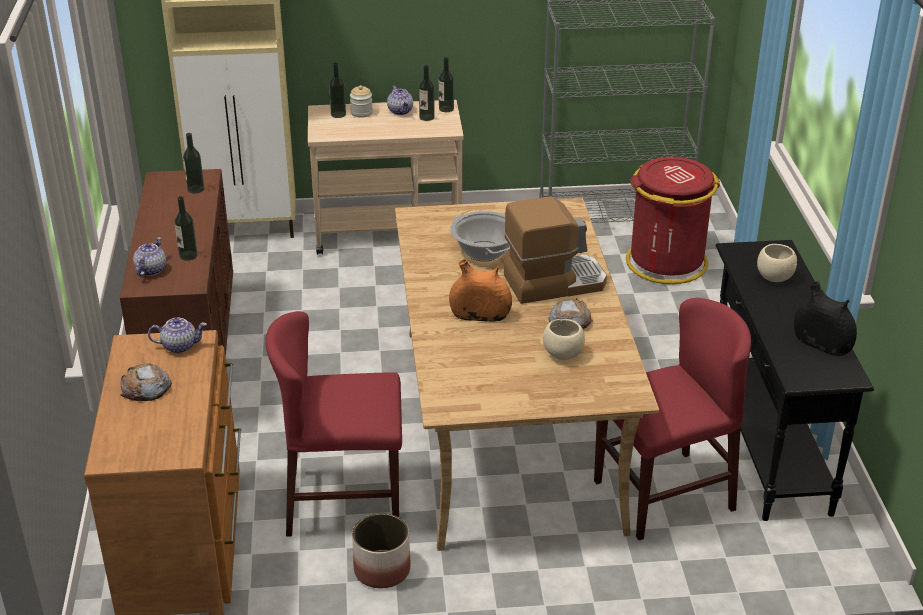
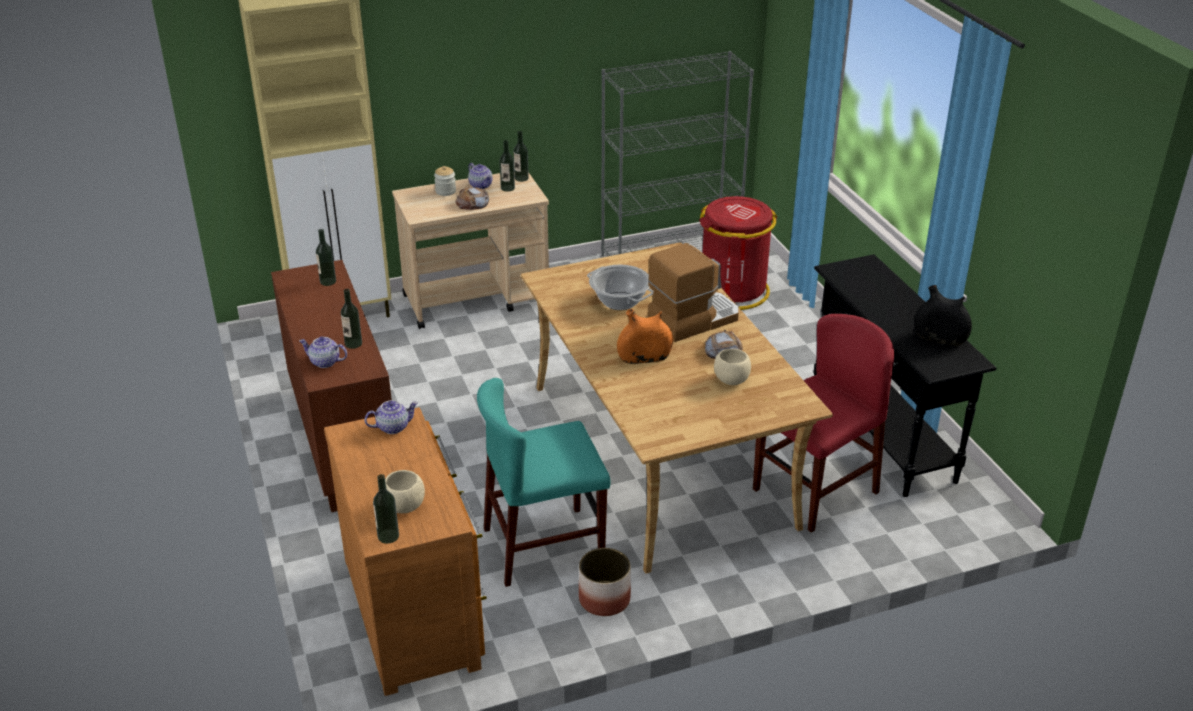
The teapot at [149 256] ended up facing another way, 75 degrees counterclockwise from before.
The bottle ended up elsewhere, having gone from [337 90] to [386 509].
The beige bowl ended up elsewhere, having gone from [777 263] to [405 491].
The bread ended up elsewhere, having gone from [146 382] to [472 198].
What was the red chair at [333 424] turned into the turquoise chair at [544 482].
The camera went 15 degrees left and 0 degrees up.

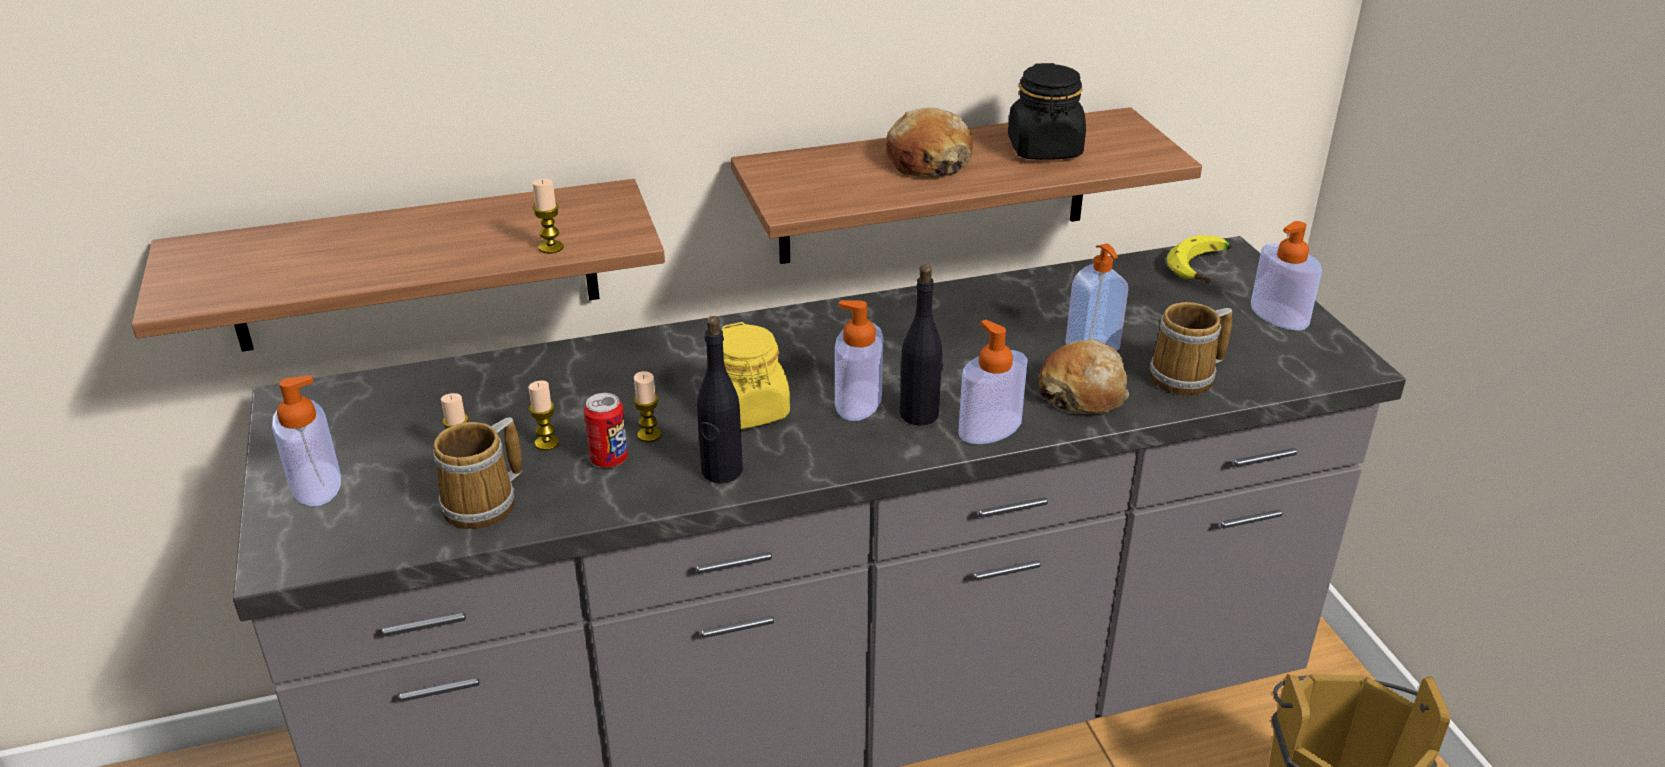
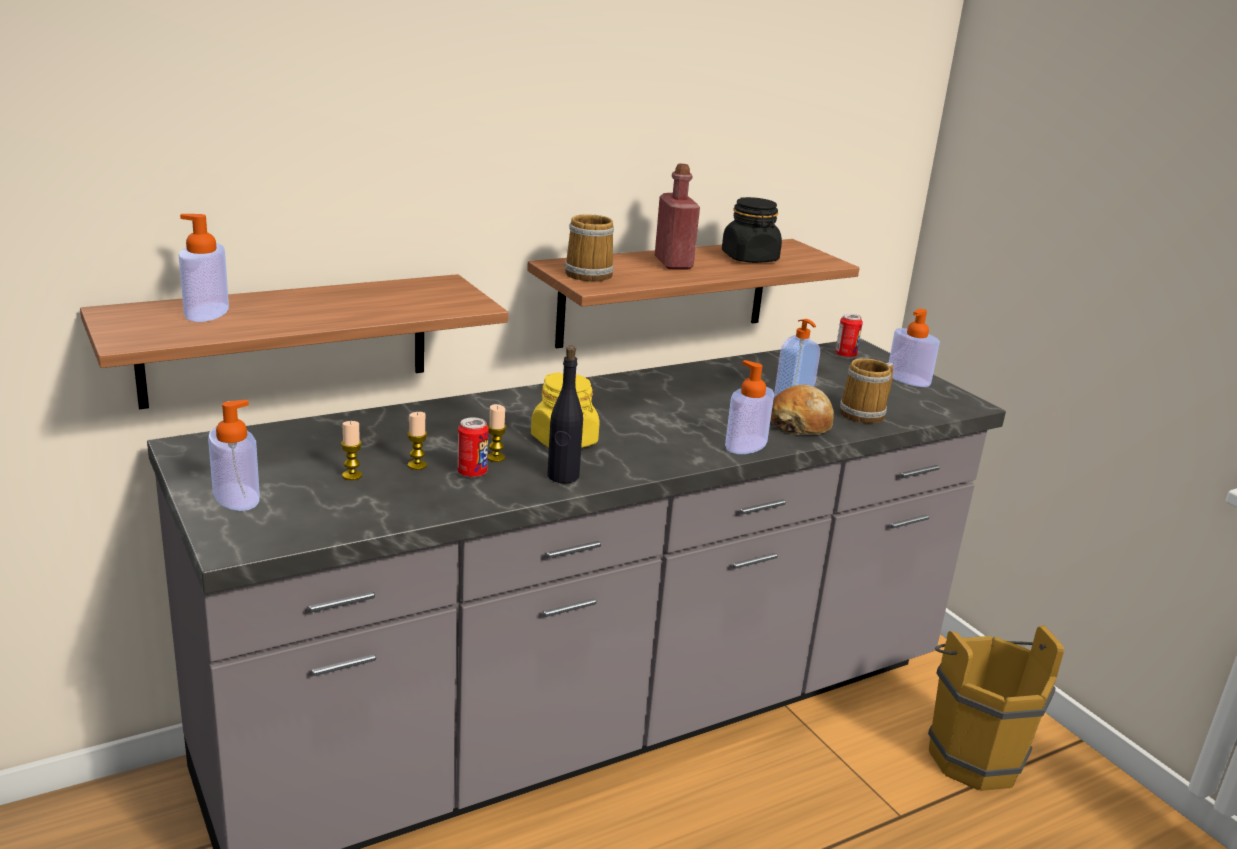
The soap dispenser ended up elsewhere, having gone from [859 360] to [204 268].
The mug ended up elsewhere, having gone from [477 473] to [589 248].
Where the bread stood at [929 142], the red bottle came to stand at [677 217].
Where the banana stood at [1199 259], the can came to stand at [849 336].
The second view lost the candle at [548 216].
The second view lost the black bottle at [921 345].
The camera went 15 degrees left and 10 degrees down.

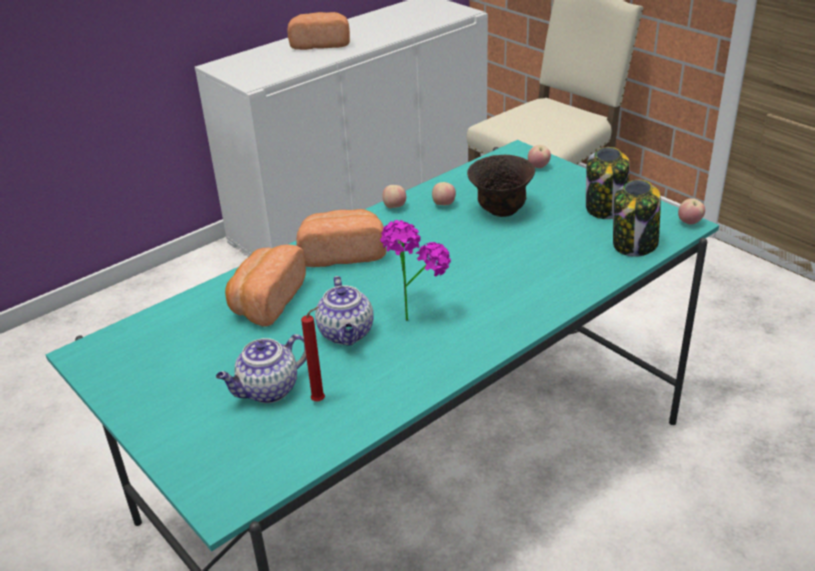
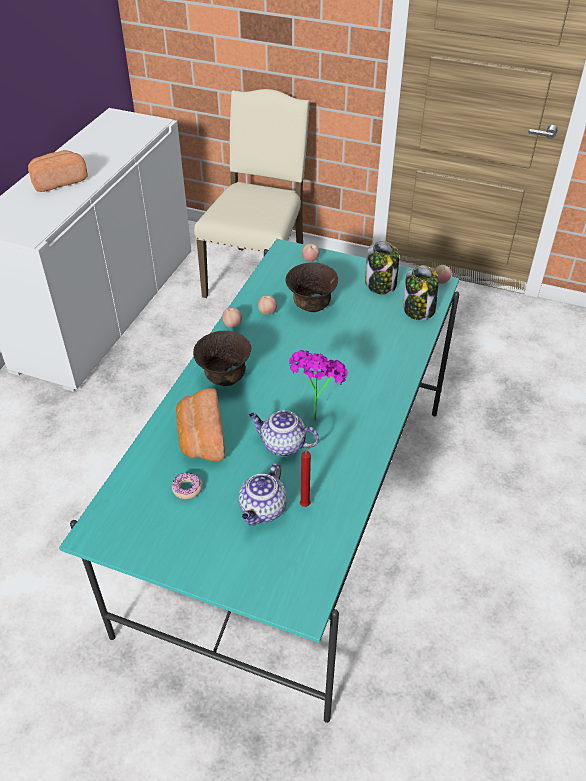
The second view gained the donut at [187 486].
Where the bread stood at [341 238], the brown bowl came to stand at [222 358].
The teapot at [344 311] ended up facing another way, 150 degrees clockwise from before.
The camera went 30 degrees left and 10 degrees up.

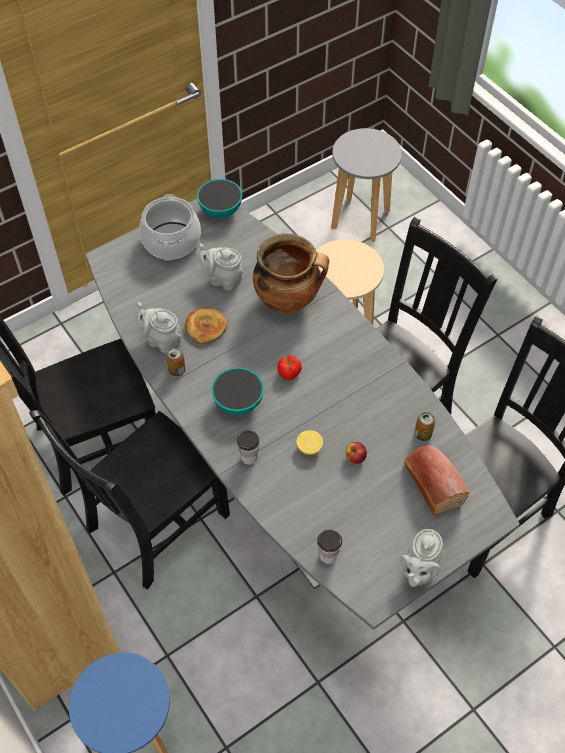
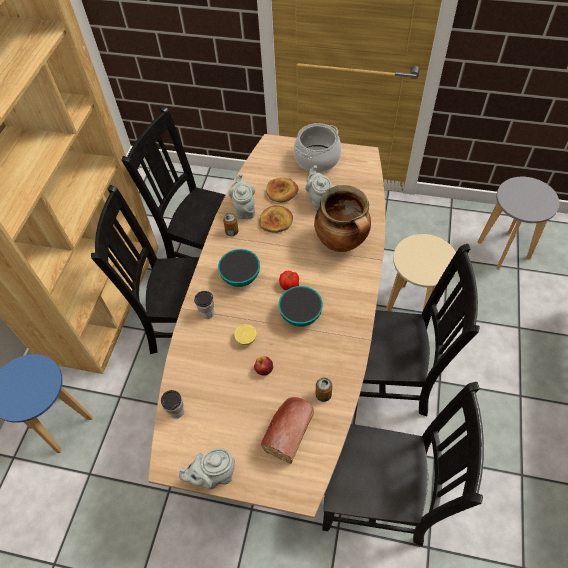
What was the grey dining table at [303 414] turned into the brown dining table at [267 326].
The second view gained the bread at [282 190].
The bowl ended up elsewhere, having gone from [219 198] to [301 306].
The camera went 50 degrees right and 0 degrees up.

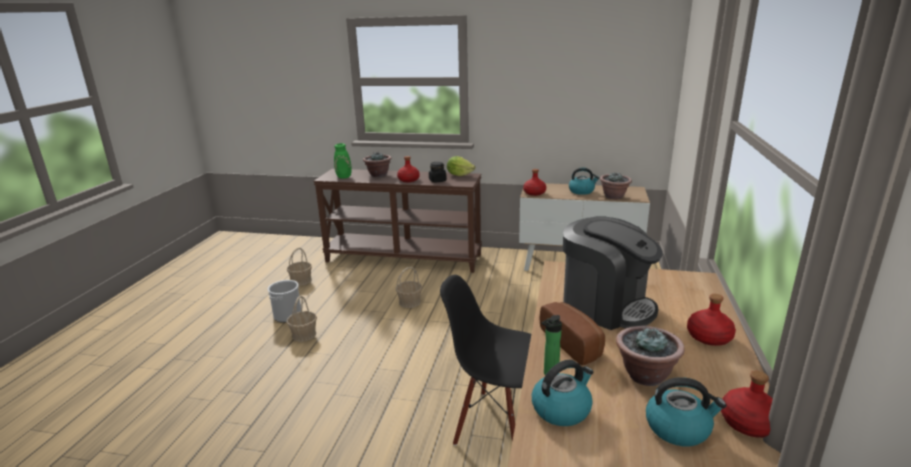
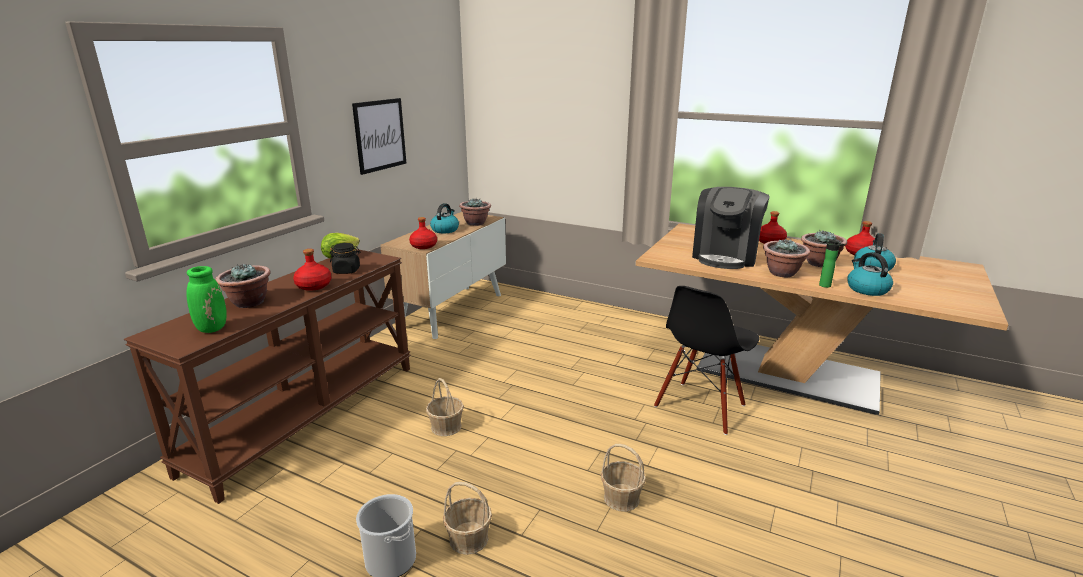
The second view gained the picture at [379 136].
The basket ended up elsewhere, having gone from [299 267] to [623 478].
The coffee machine at [613 273] ended up facing another way, 150 degrees clockwise from before.
Where the bread stood at [572 333], the potted plant came to stand at [786 258].
The camera went 75 degrees left and 0 degrees up.

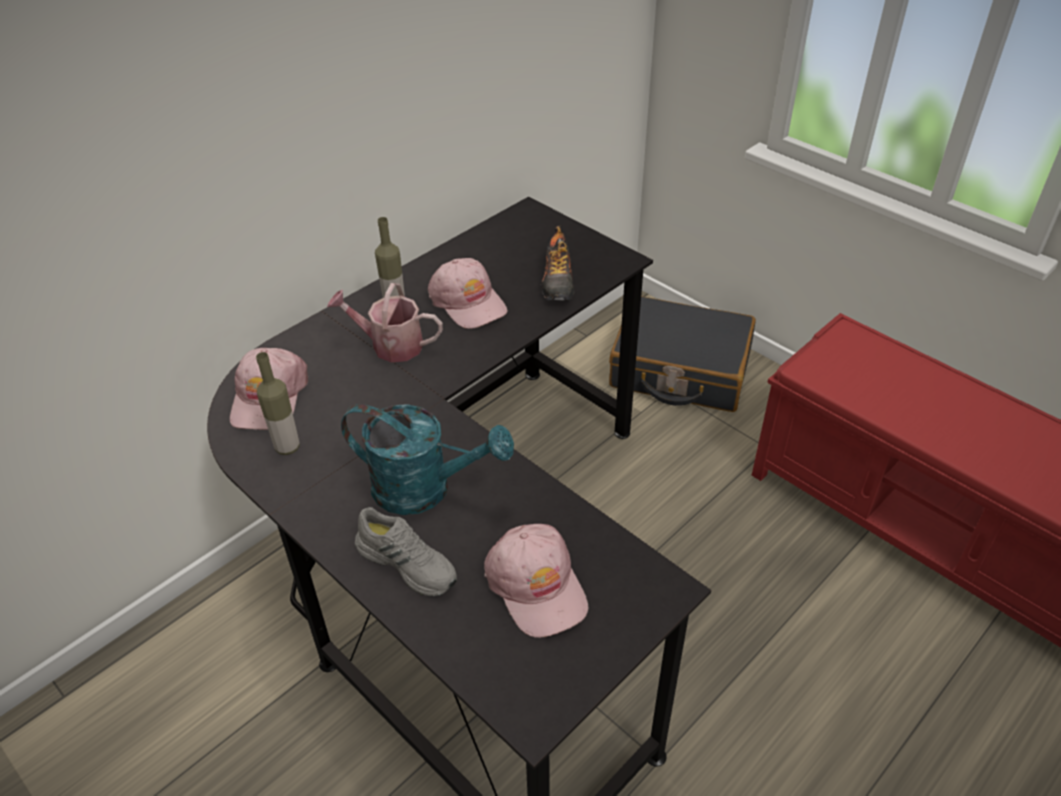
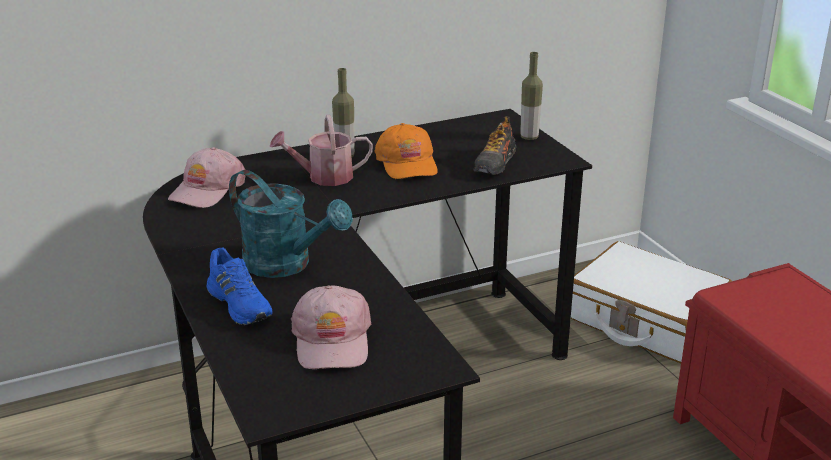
What was the grey shoe at [406 552] turned into the blue shoe at [239 286].
The watering can at [385 322] ended up facing another way, 45 degrees counterclockwise from before.
What was the pink cap at [467 293] turned into the orange cap at [406 151].
The bottle ended up elsewhere, having gone from [278 403] to [531 96].
What was the black suitcase at [682 354] turned into the white suitcase at [651 302].
The camera went 20 degrees right and 15 degrees down.

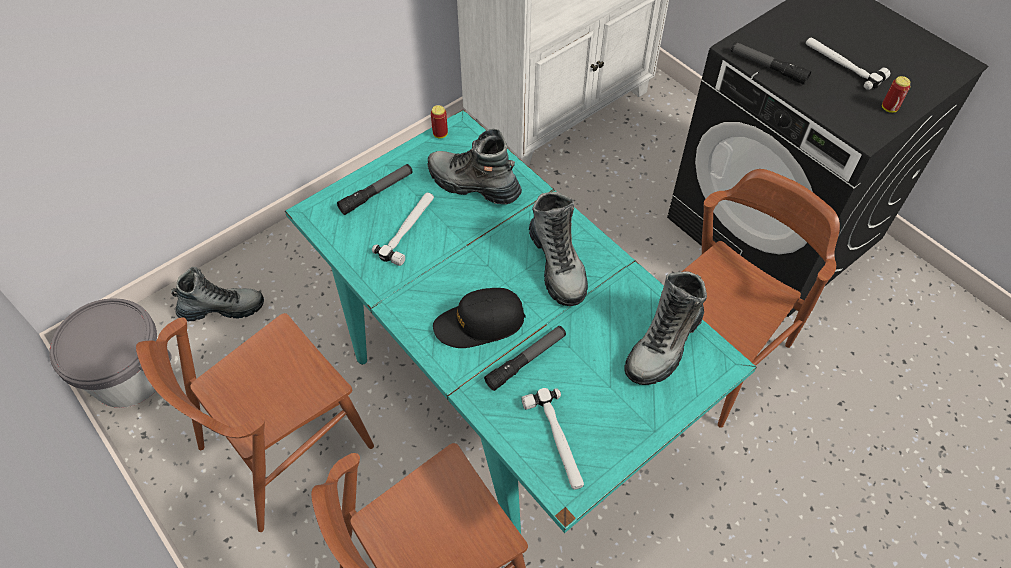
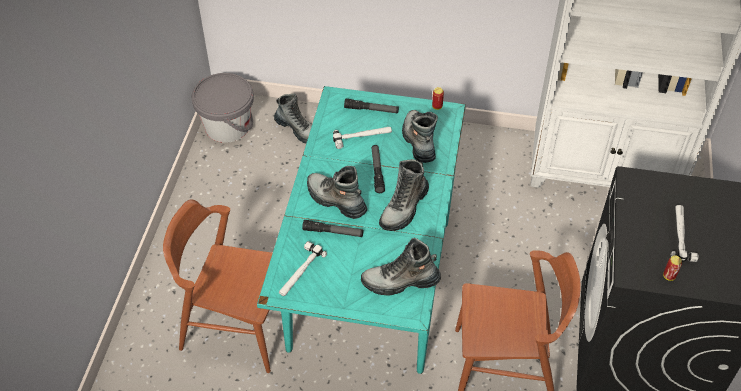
Where the black cap stood at [479 318], the boot came to stand at [337 192].
The flashlight ended up elsewhere, having gone from [771 63] to [378 169].
The second view lost the brown chair at [255 422].
The camera went 50 degrees right and 5 degrees down.

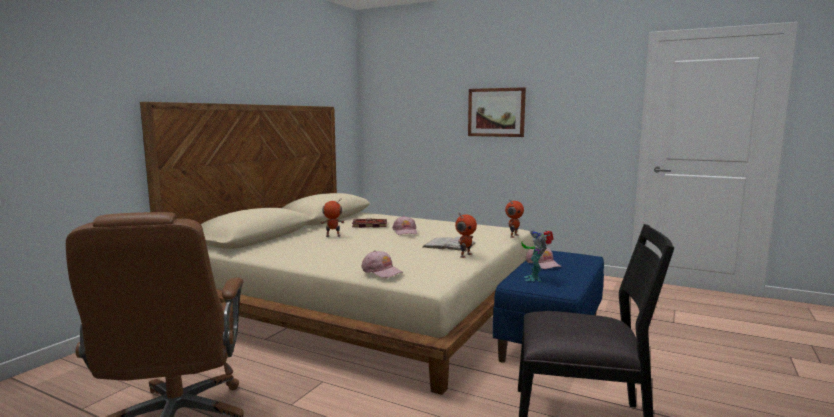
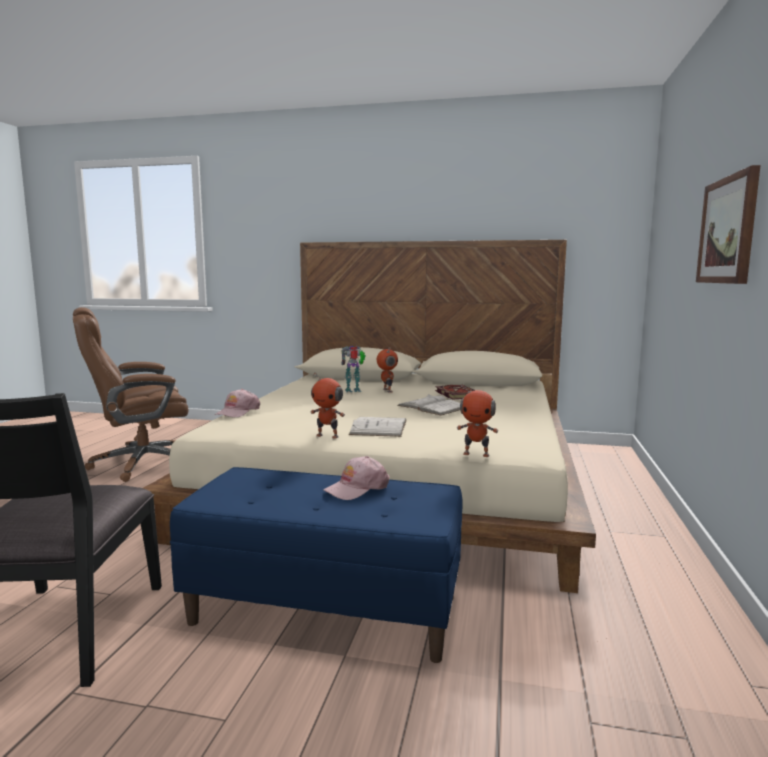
The toy robot ended up elsewhere, having gone from [537 256] to [353 369].
Where the pink cap stood at [404 225], the white book came to stand at [428 404].
The camera went 75 degrees right and 0 degrees up.

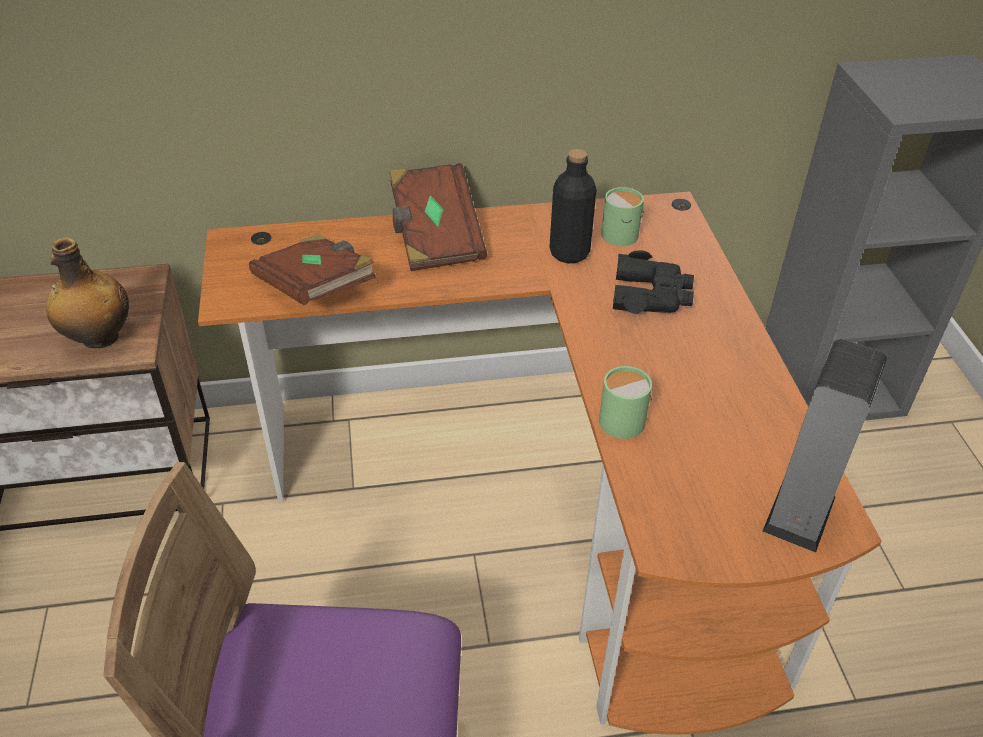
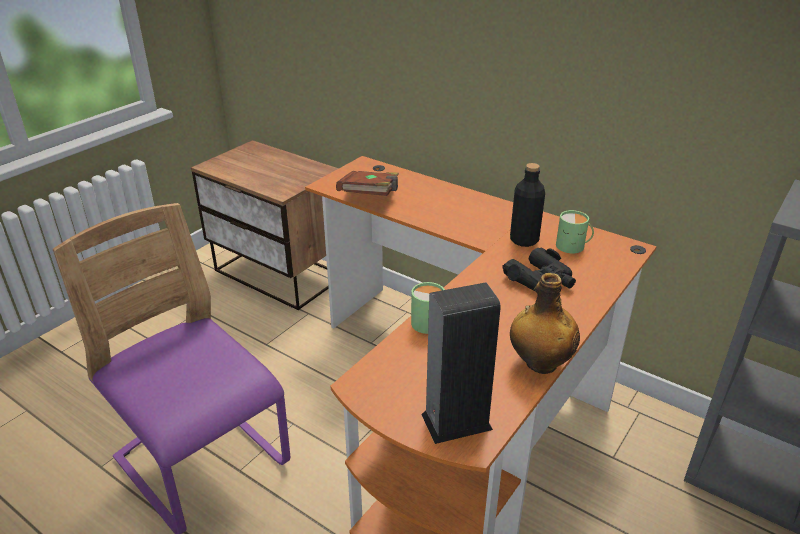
The bottle ended up elsewhere, having gone from [87 293] to [545 323].
The second view lost the brown book at [438 217].
The camera went 45 degrees right and 10 degrees down.

